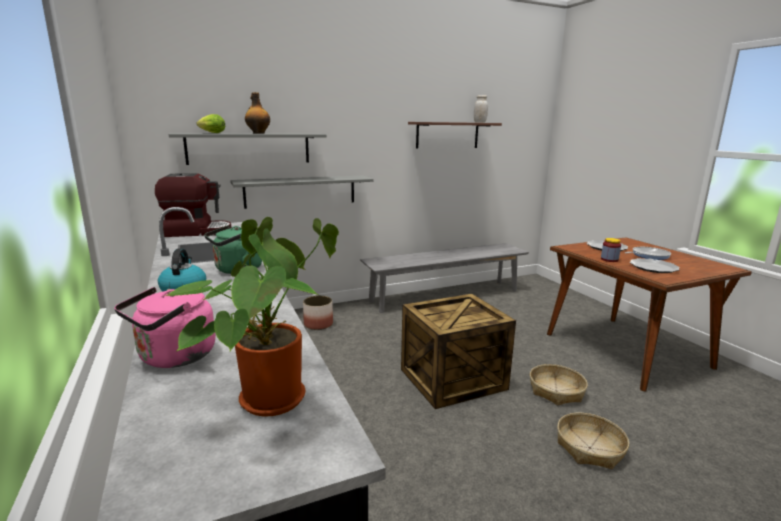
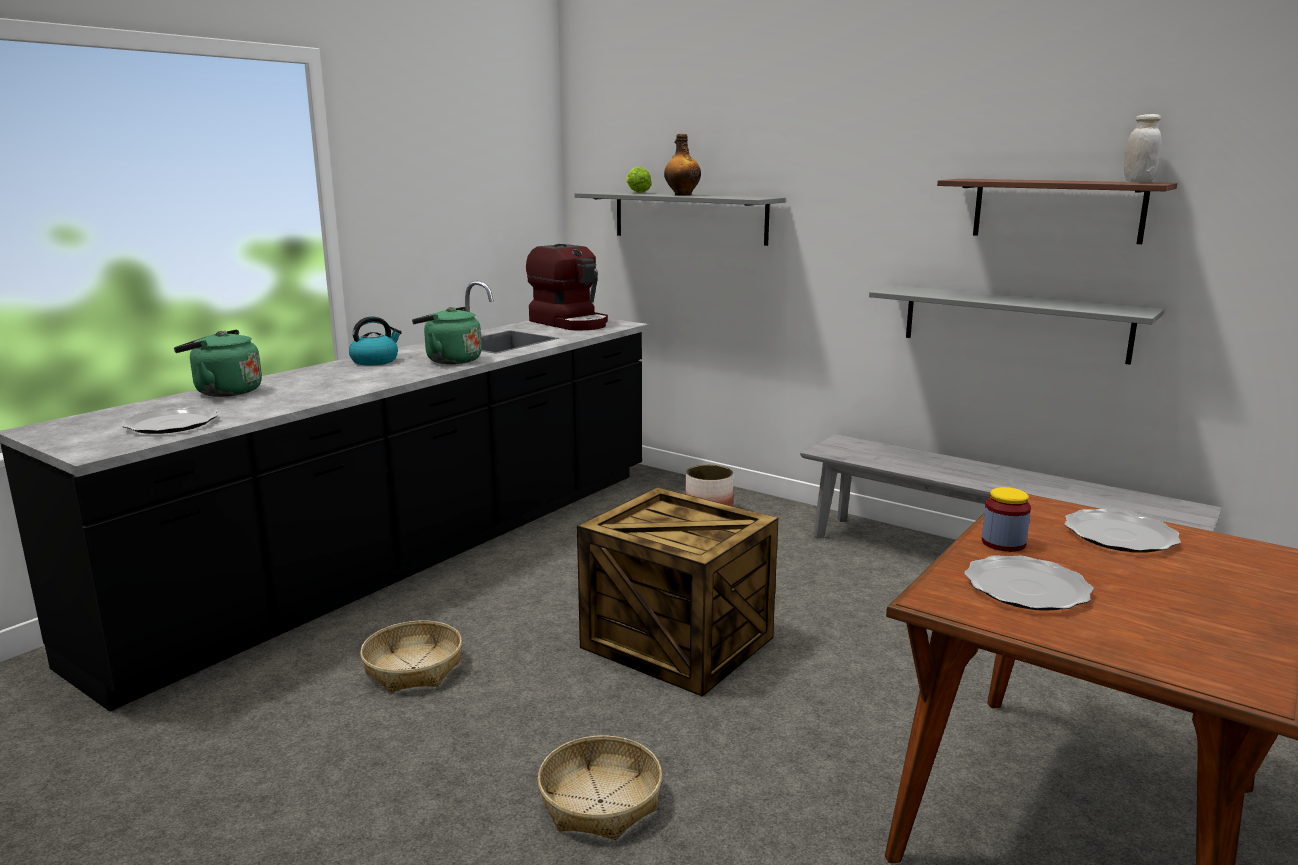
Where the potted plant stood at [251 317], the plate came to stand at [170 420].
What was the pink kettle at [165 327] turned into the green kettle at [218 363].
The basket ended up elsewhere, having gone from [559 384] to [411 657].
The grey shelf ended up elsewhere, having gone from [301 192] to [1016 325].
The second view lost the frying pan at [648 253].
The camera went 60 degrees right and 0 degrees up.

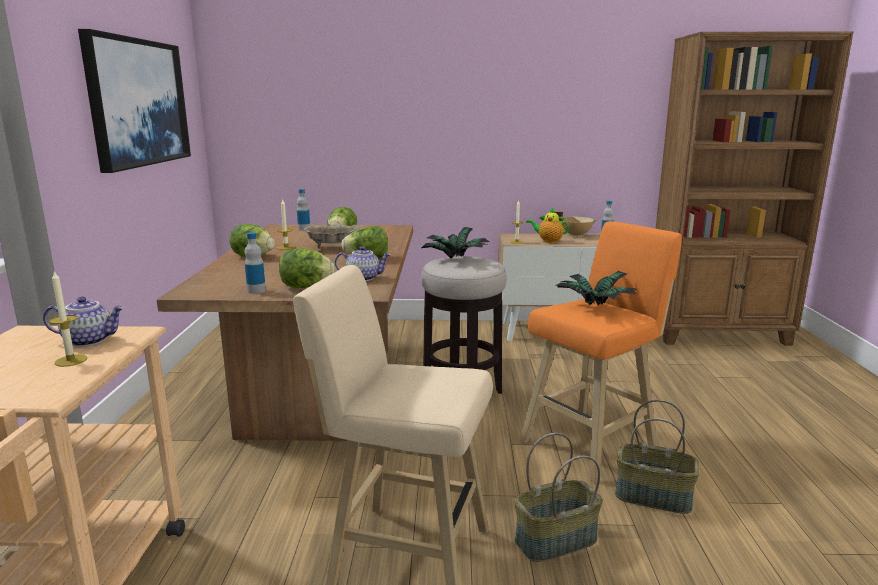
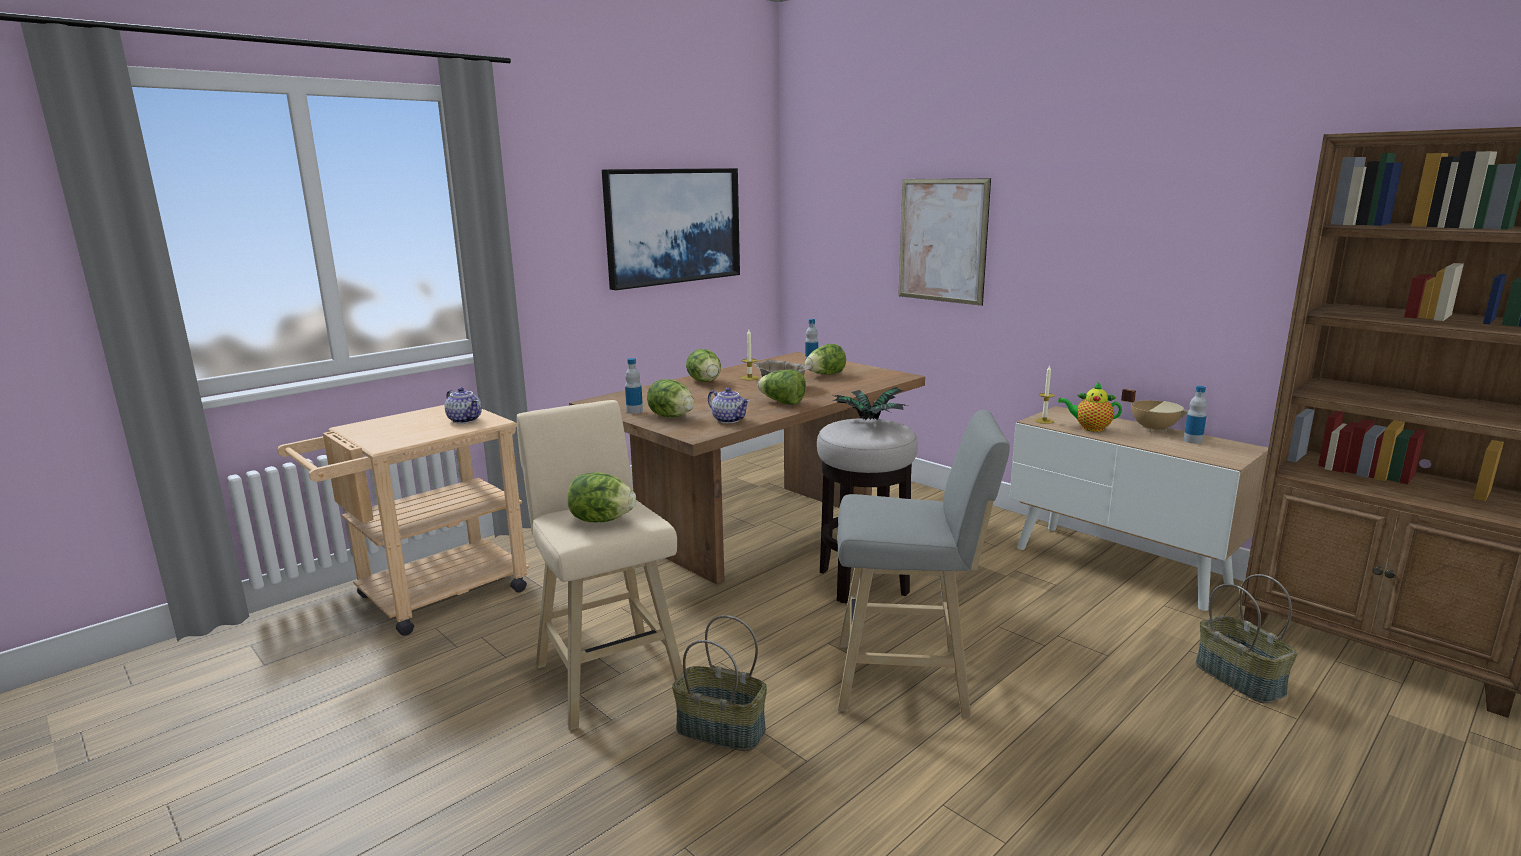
The second view gained the lettuce at [602 497].
What was the orange stool at [601 352] turned into the grey stool at [923 564].
The second view gained the picture at [944 242].
The teapot at [547 225] ended up facing another way, 45 degrees counterclockwise from before.
The basket ended up elsewhere, having gone from [657 456] to [1246 638].
The second view lost the candle at [68 319].
The second view lost the potted plant at [596 288].
The camera went 45 degrees right and 0 degrees up.

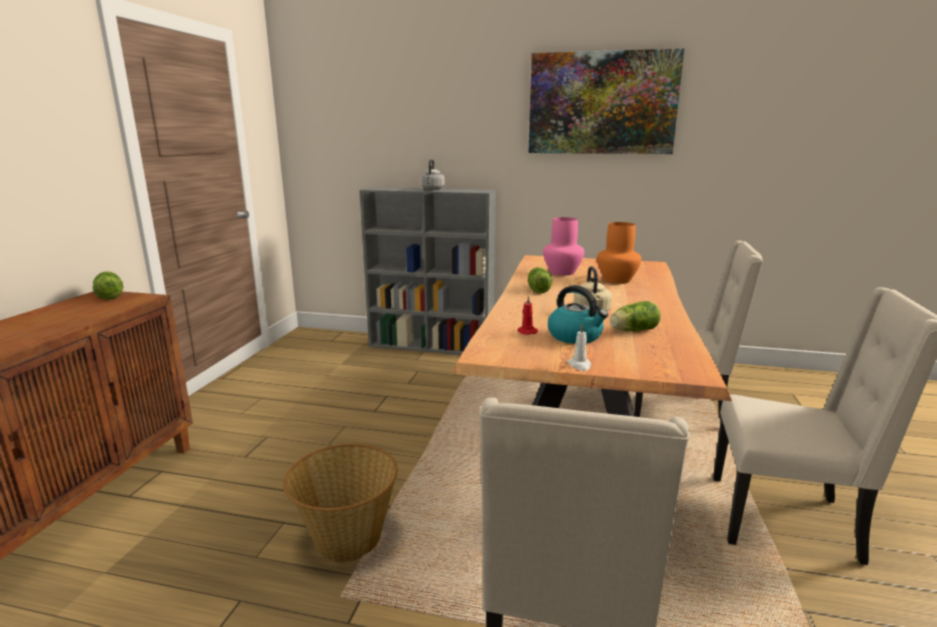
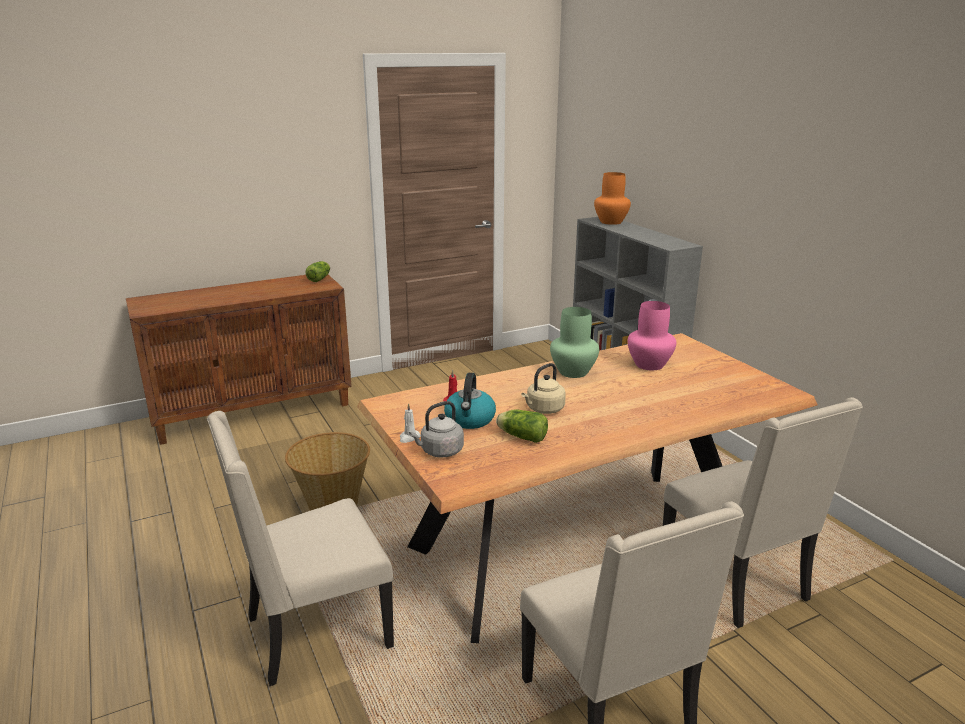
The grey kettle ended up elsewhere, having gone from [433 174] to [436 429].
Where the lettuce stood at [540 280], the green vase came to stand at [574 342].
The orange vase ended up elsewhere, having gone from [619 253] to [612 198].
The second view lost the picture at [606 101].
The camera went 50 degrees right and 5 degrees up.

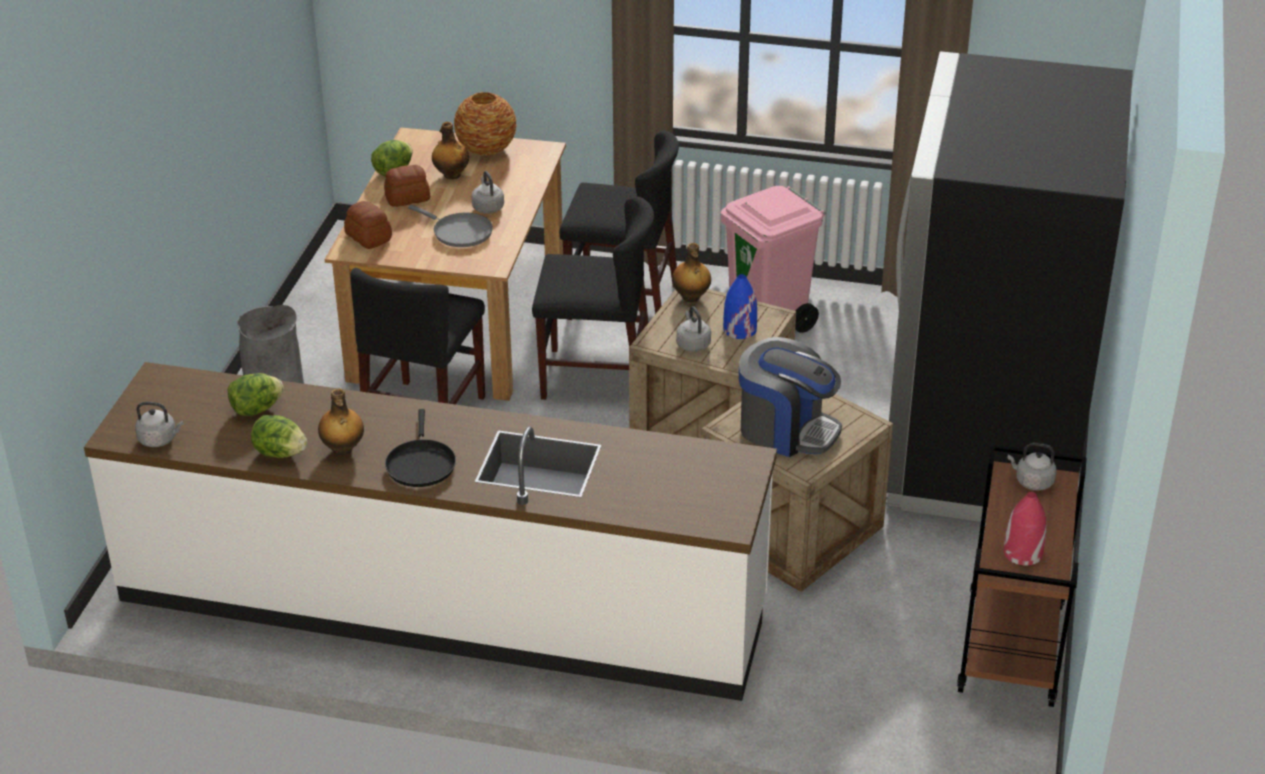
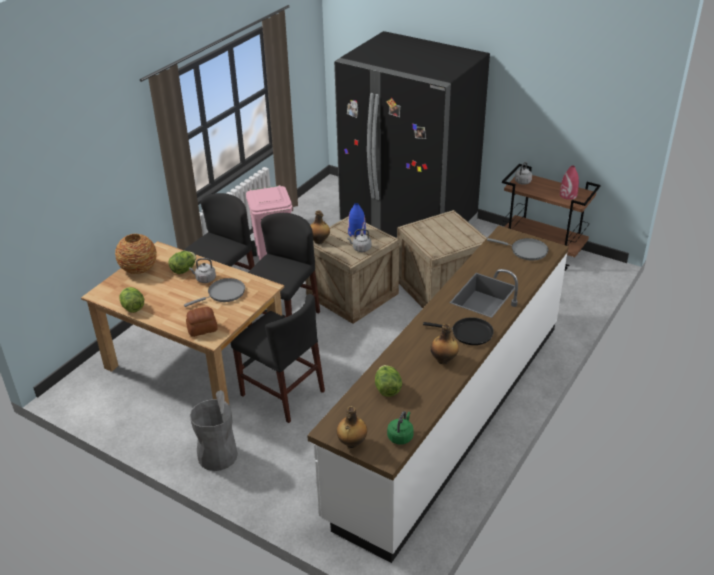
The lettuce ended up elsewhere, having gone from [279 436] to [182 262].
The bottle ended up elsewhere, having gone from [450 150] to [352 427].
What was the grey kettle at [159 424] turned into the green kettle at [400 428].
The second view gained the grey frying pan at [517 249].
The second view lost the bread at [407 186].
The second view lost the coffee machine at [790 397].
The camera went 70 degrees left and 0 degrees up.

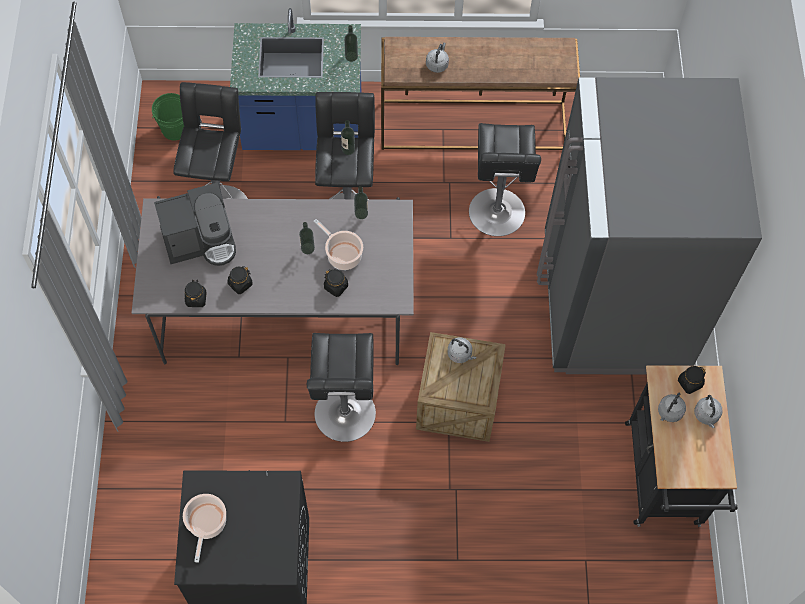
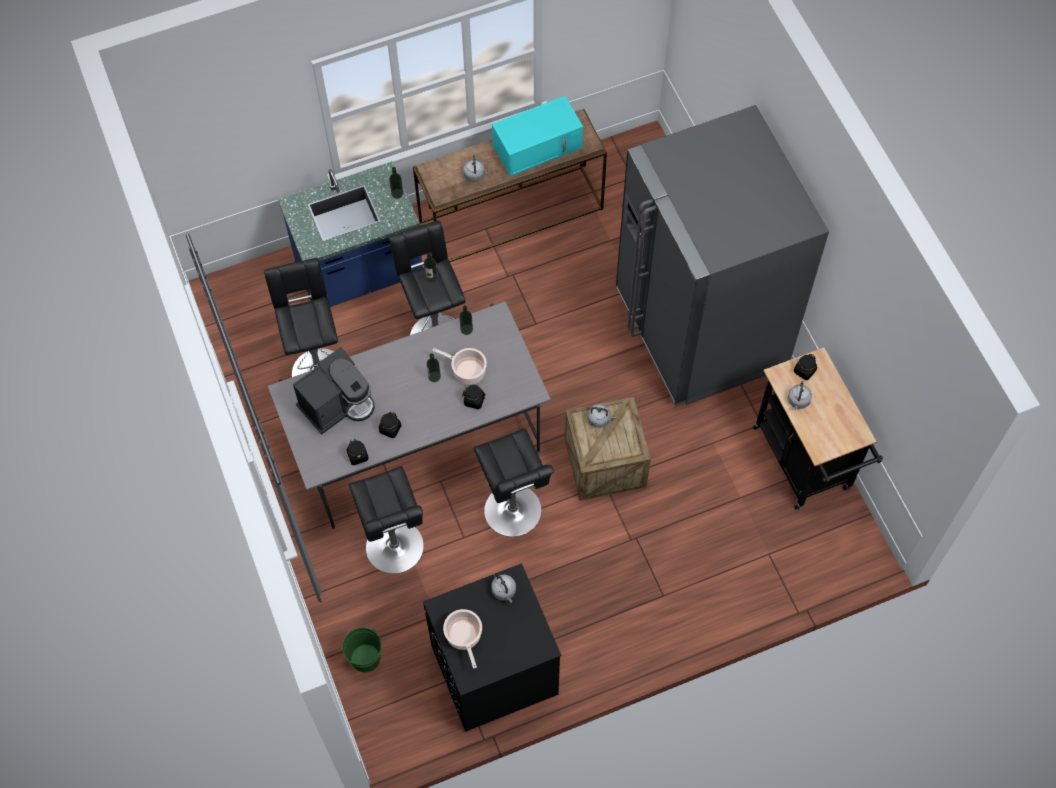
The green bucket ended up elsewhere, having gone from [168 117] to [362 650].
The black stool ended up elsewhere, having gone from [505 179] to [386 520].
The grey kettle ended up elsewhere, having gone from [708 411] to [503 588].
The second view gained the turquoise microwave at [537 136].
The camera went 20 degrees left and 0 degrees up.

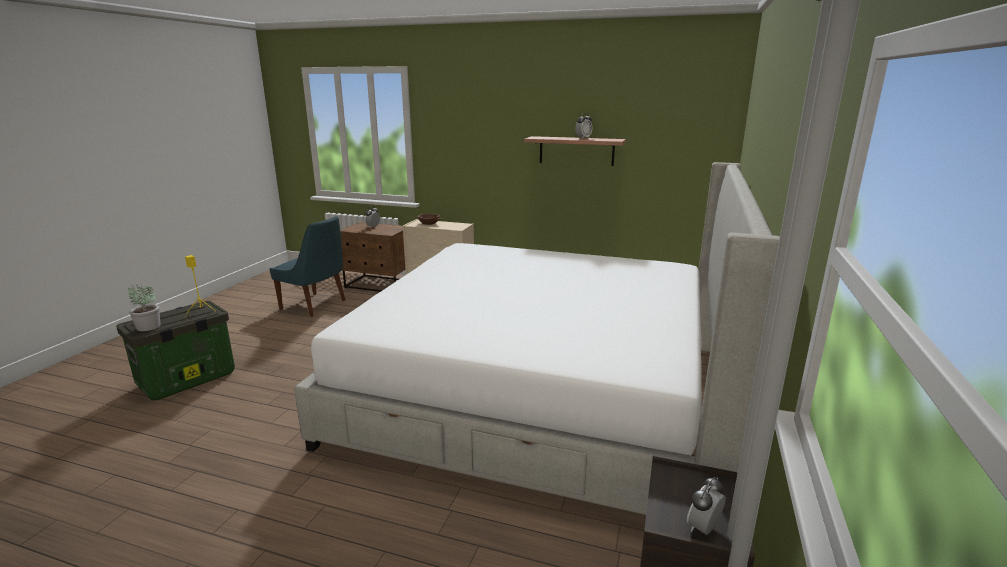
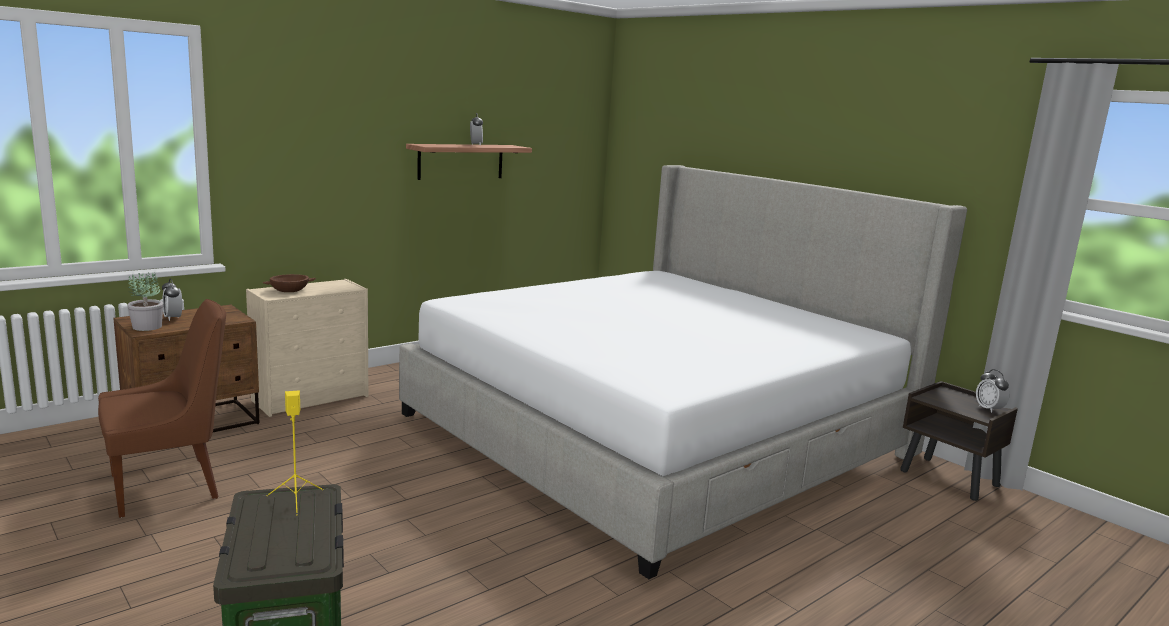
What was the blue chair at [307 266] turned into the brown chair at [162 408].
The potted plant ended up elsewhere, having gone from [144 308] to [145 301].
The camera went 60 degrees left and 5 degrees down.

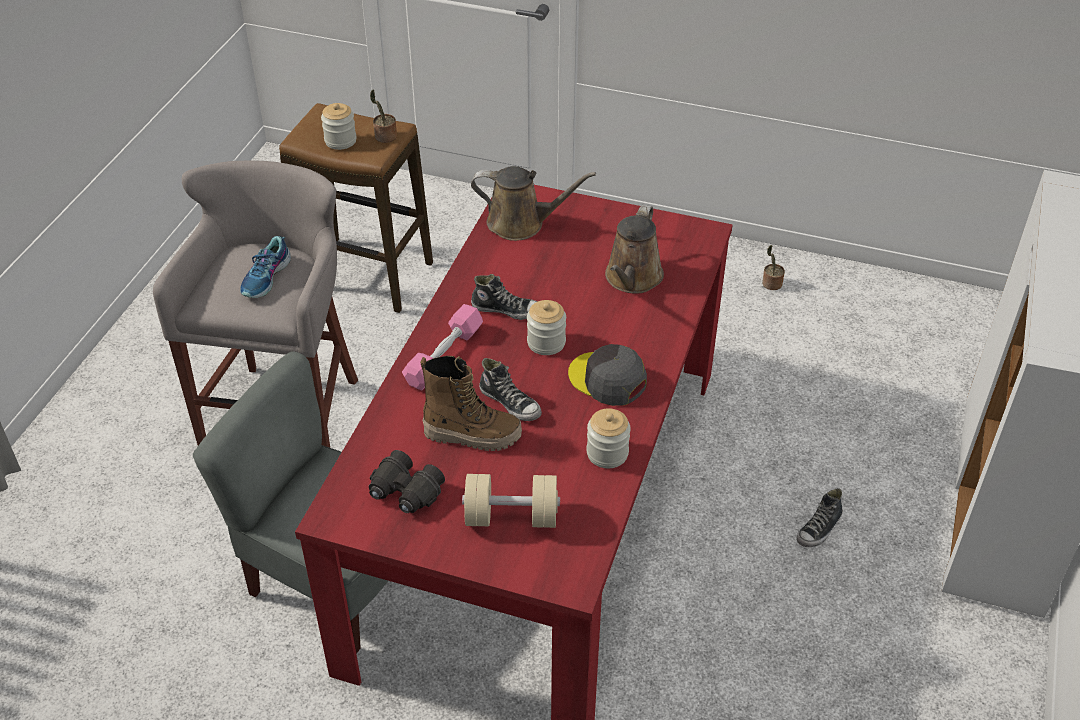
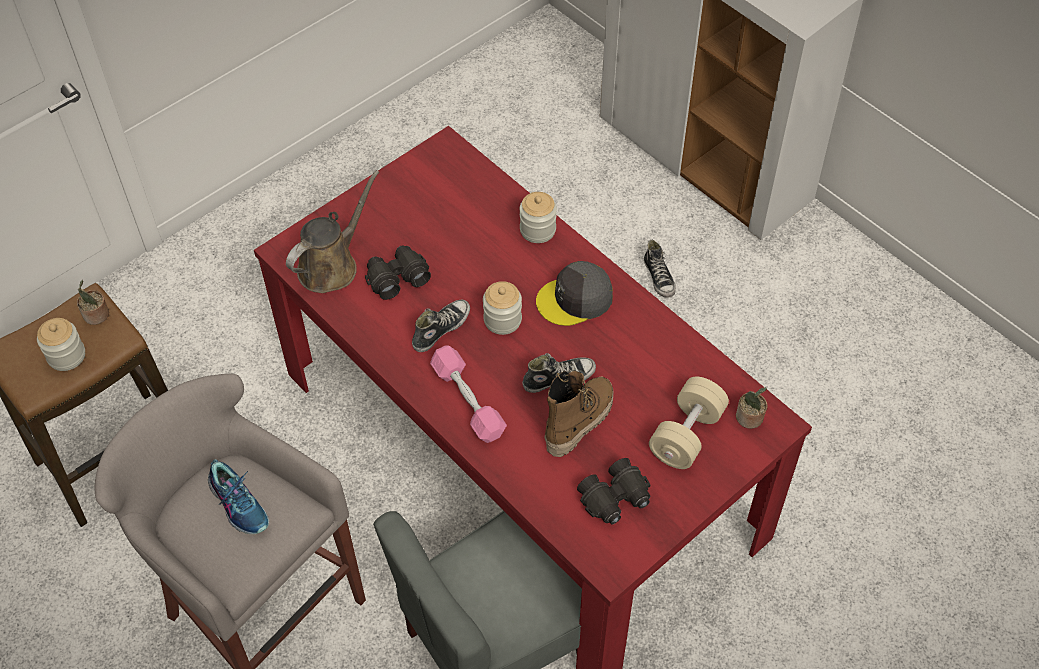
The second view gained the black binoculars at [398 272].
The jar ended up elsewhere, having gone from [608 438] to [538 217].
The potted plant ended up elsewhere, having gone from [773 267] to [752 408].
The second view lost the brown watering can at [634 249].
The camera went 60 degrees left and 10 degrees up.

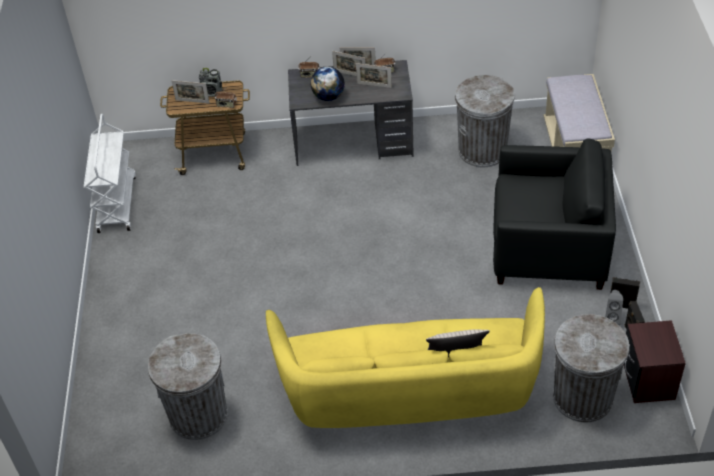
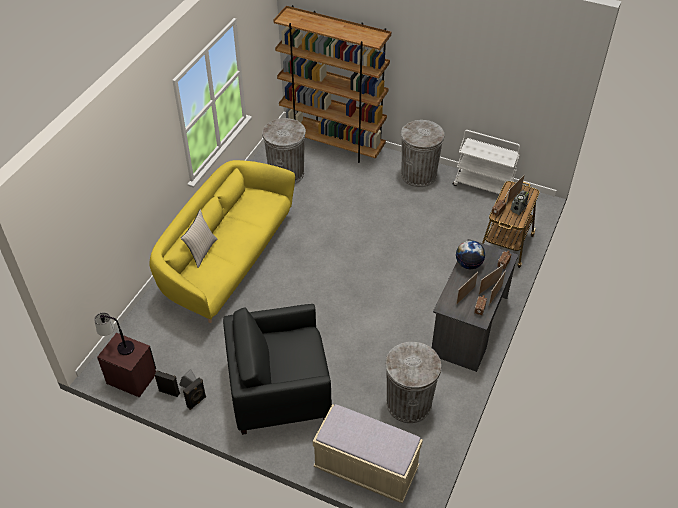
The second view gained the table lamp at [114 333].
The black armchair at [554 214] ended up facing another way, 45 degrees clockwise from before.
The second view gained the brown bookcase at [332 84].
The grey trash can ended up elsewhere, having gone from [591 368] to [423 153].
The camera went 115 degrees right and 0 degrees up.

